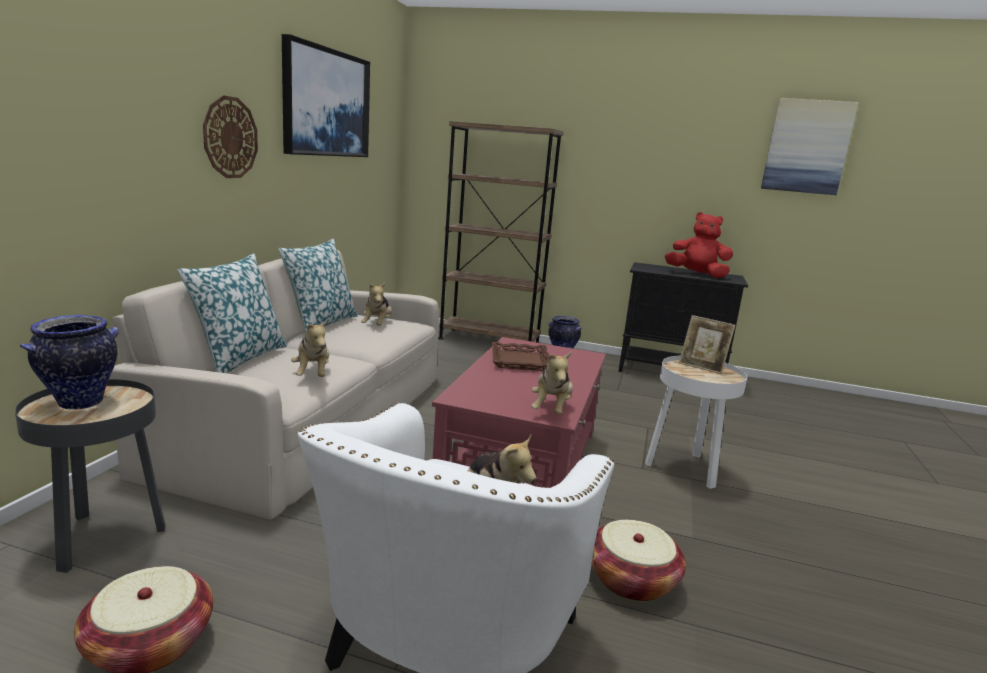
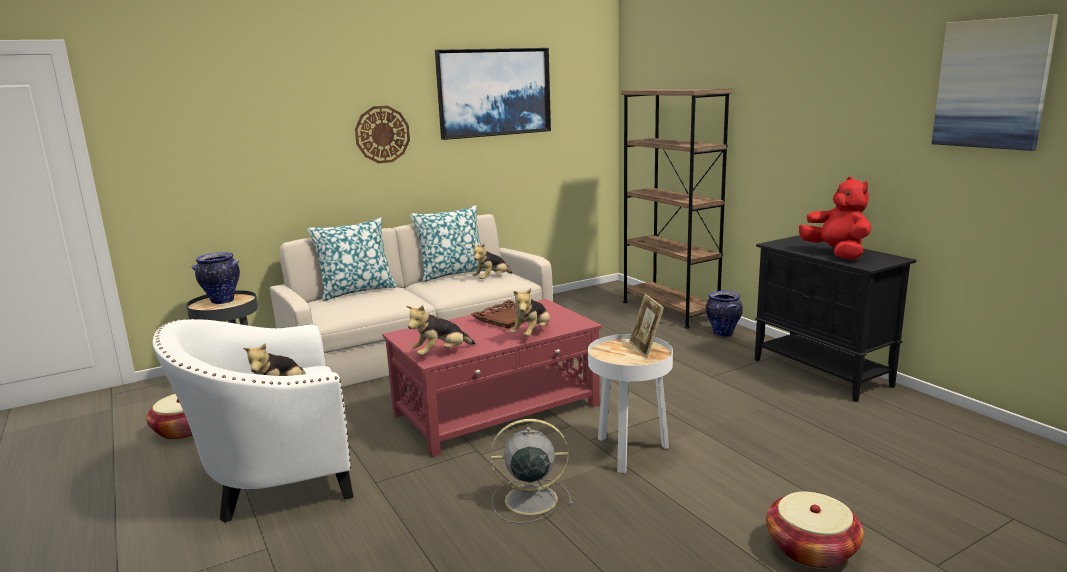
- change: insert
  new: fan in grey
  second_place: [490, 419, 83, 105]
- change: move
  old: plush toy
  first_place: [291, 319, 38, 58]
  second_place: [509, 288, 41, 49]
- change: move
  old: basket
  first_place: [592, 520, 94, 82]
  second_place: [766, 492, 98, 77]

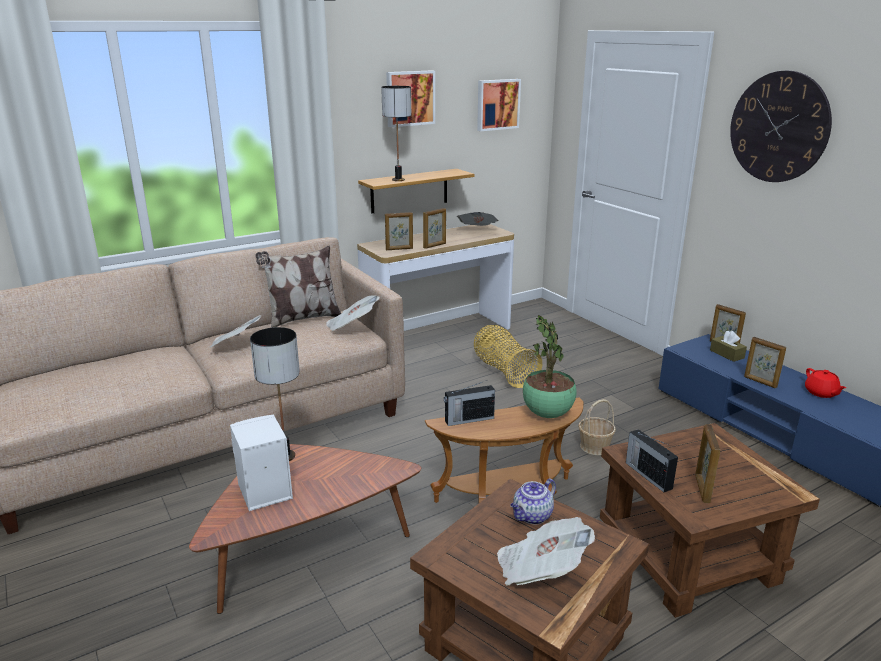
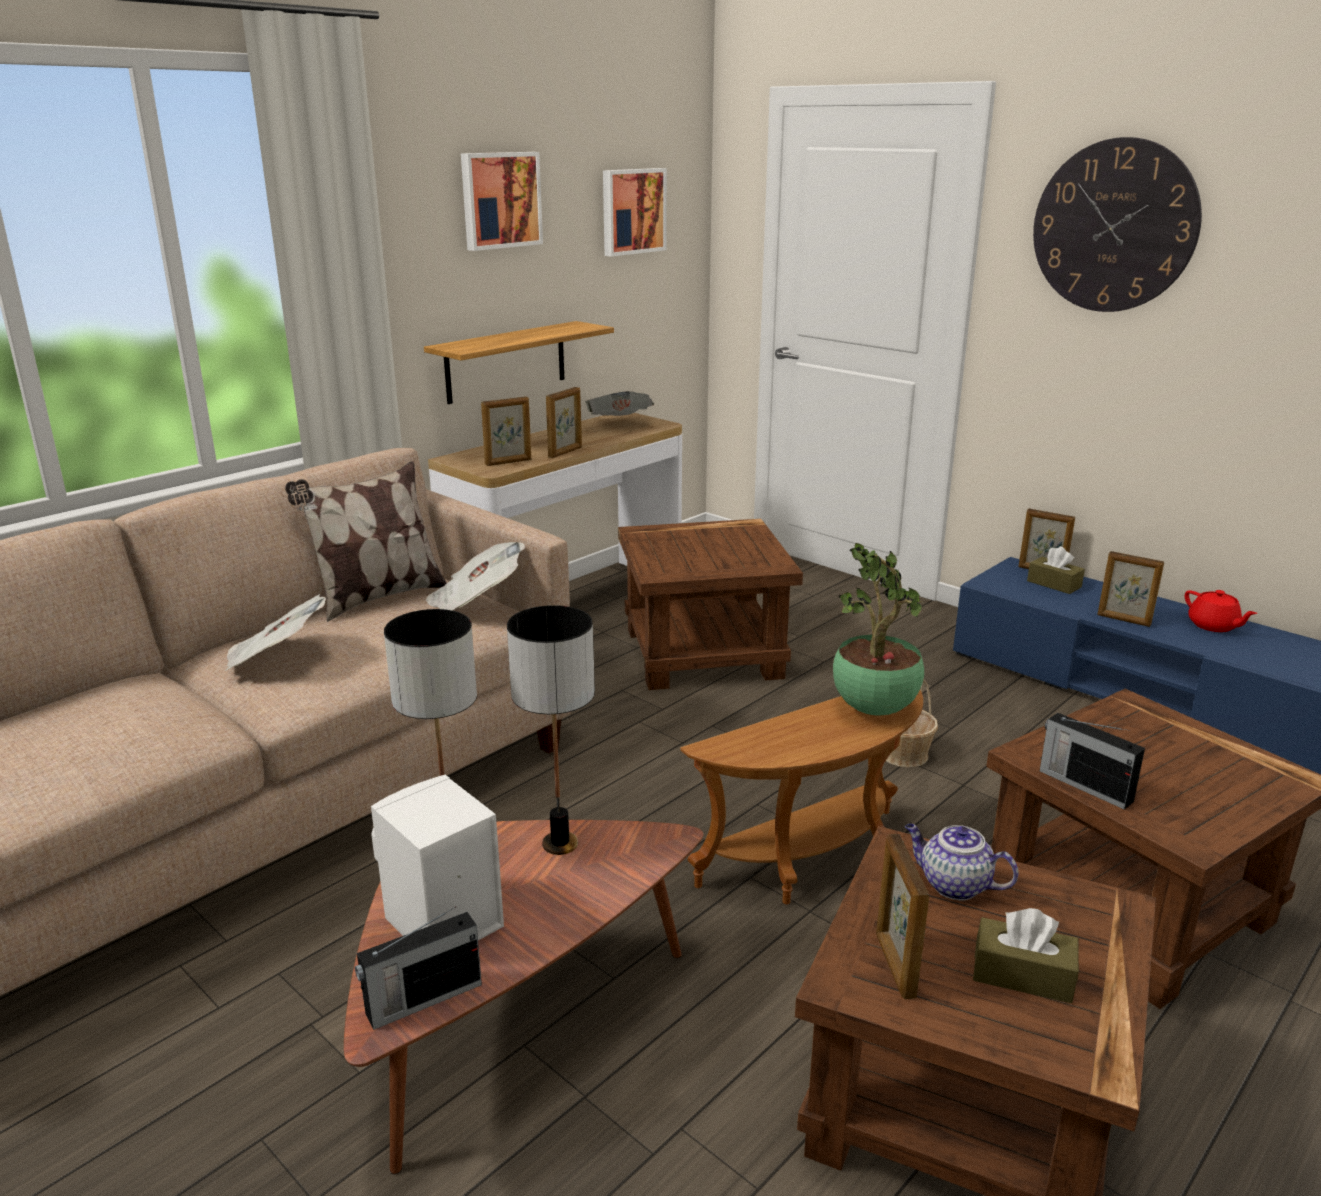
- change: move
  old: table lamp
  first_place: [381, 86, 30, 95]
  second_place: [507, 605, 88, 250]
- change: move
  old: radio
  first_place: [444, 380, 51, 46]
  second_place: [355, 906, 127, 124]
- change: move
  old: picture frame
  first_place: [695, 424, 25, 79]
  second_place: [876, 834, 53, 165]
- change: replace
  old: basket
  new: side table in brown
  first_place: [474, 325, 68, 63]
  second_place: [618, 519, 185, 171]
- change: replace
  old: newspaper
  new: tissue box in brown
  first_place: [497, 517, 98, 69]
  second_place: [973, 908, 106, 95]
- change: rotate
  old: teapot
  first_place: [511, 479, 45, 45]
  second_place: [905, 824, 114, 77]
  degrees: 90

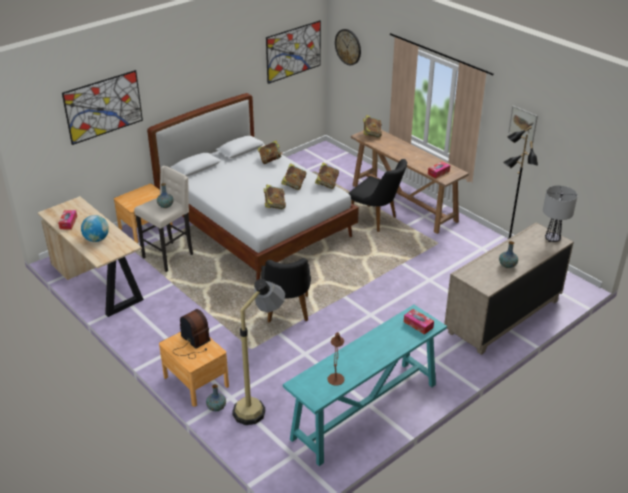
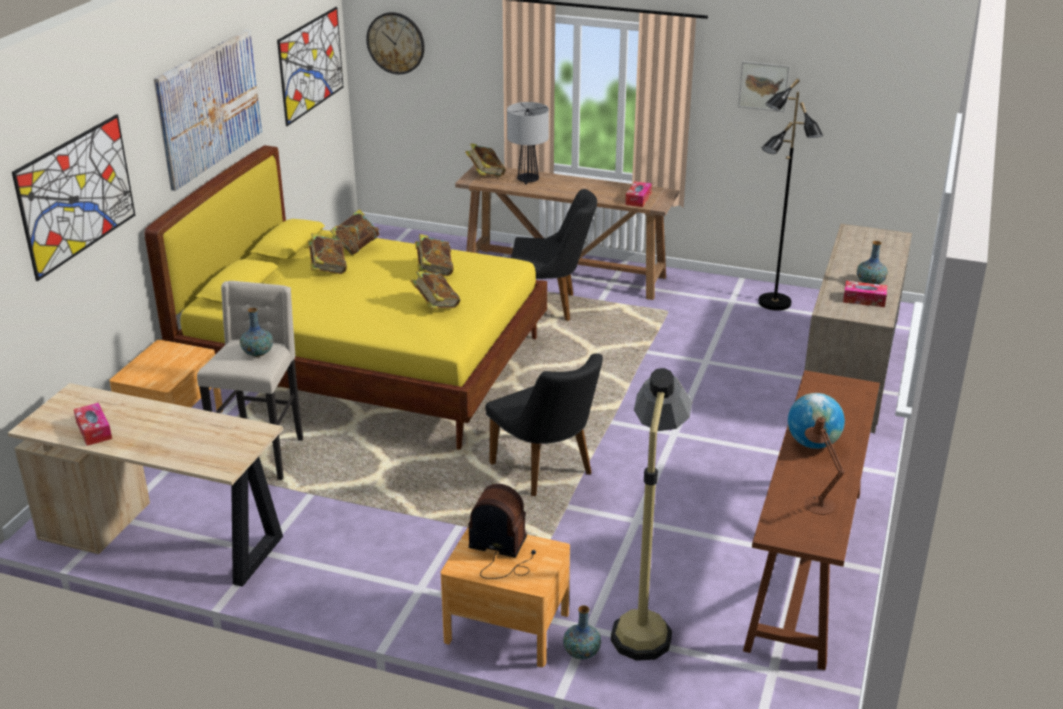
- change: insert
  new: picture
  second_place: [154, 30, 108, 161]
- change: move
  old: globe
  first_place: [81, 215, 28, 27]
  second_place: [788, 393, 57, 56]
- change: move
  old: book
  first_place: [315, 163, 24, 26]
  second_place: [307, 233, 40, 41]
- change: move
  old: tissue box
  first_place: [404, 309, 30, 26]
  second_place: [843, 281, 44, 26]
- change: move
  old: table lamp
  first_place: [543, 185, 35, 57]
  second_place: [507, 102, 42, 82]
- change: recolor
  old: bed in white
  new: bed in yellow
  first_place: [147, 93, 212, 188]
  second_place: [144, 145, 403, 305]
- change: recolor
  old: console table in turquoise
  new: console table in brown
  first_place: [283, 305, 164, 161]
  second_place: [743, 370, 137, 300]

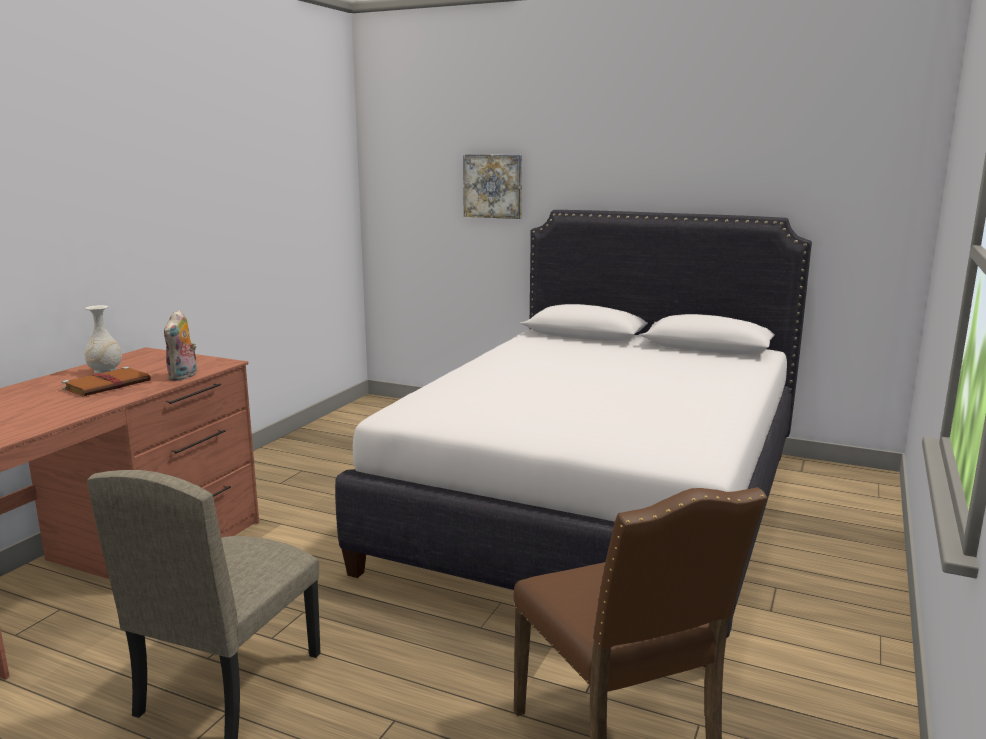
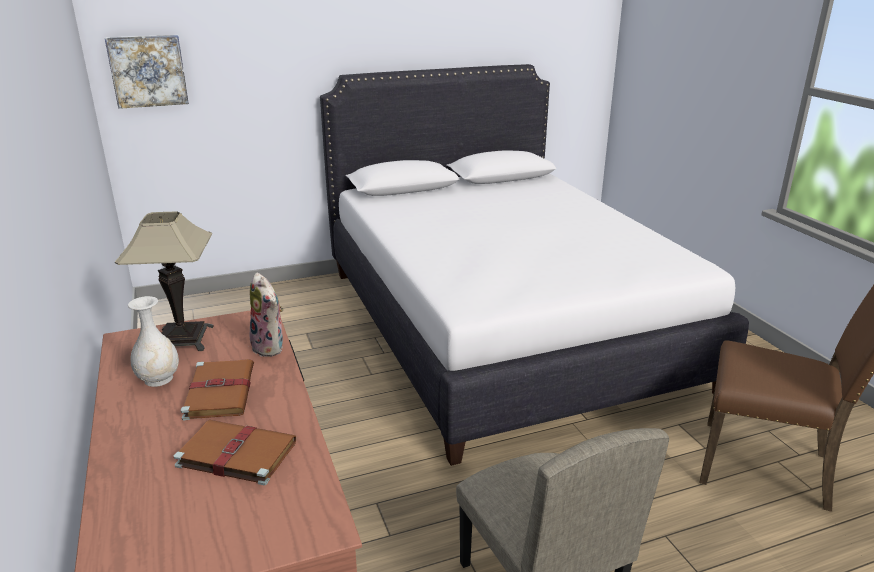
- change: insert
  new: table lamp
  second_place: [115, 211, 99, 140]
- change: insert
  new: book in brown
  second_place: [174, 420, 122, 66]
- change: move
  old: picture
  first_place: [463, 154, 59, 65]
  second_place: [105, 35, 84, 74]

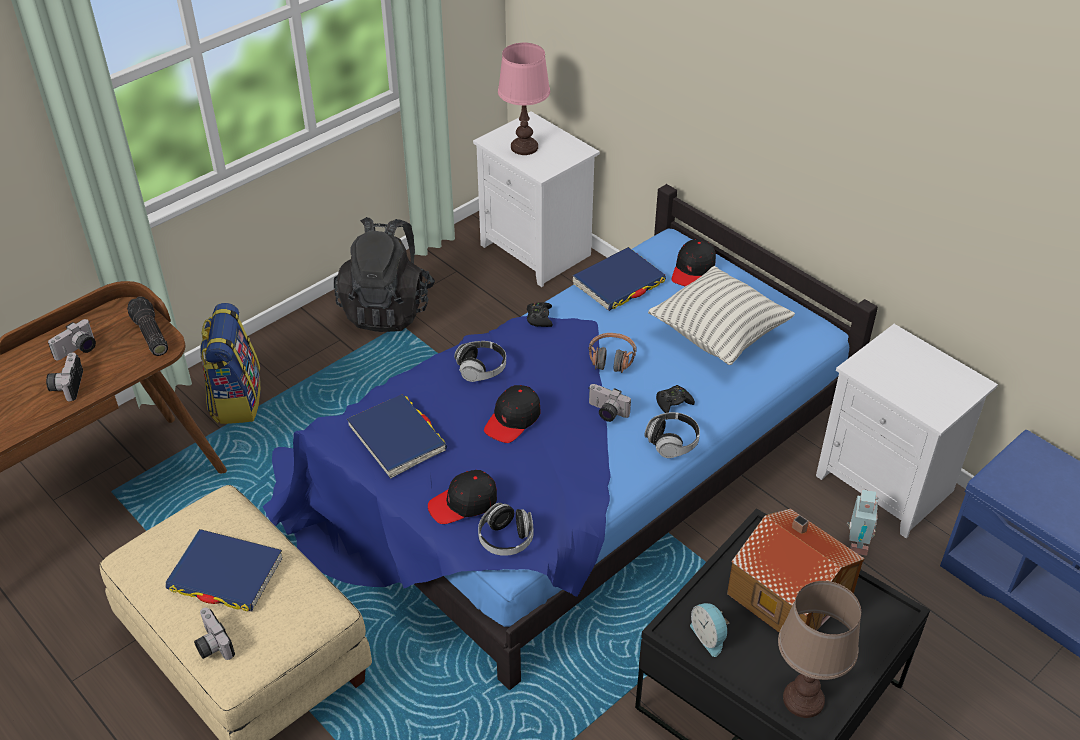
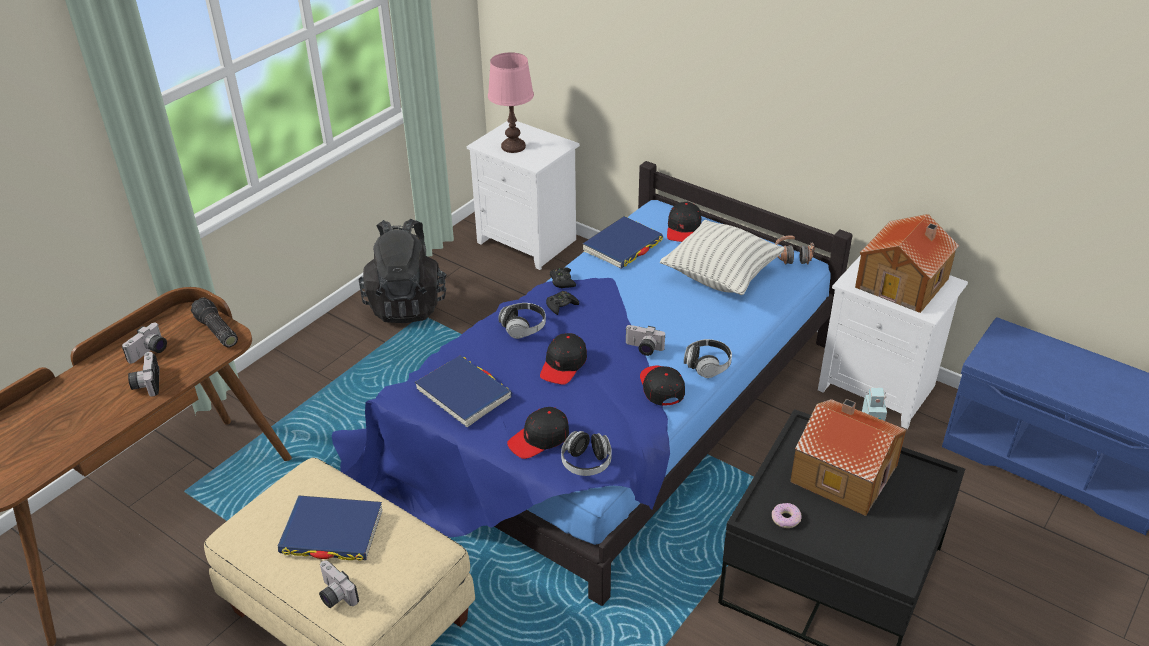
- change: delete
  old: backpack
  first_place: [200, 303, 61, 121]
- change: delete
  old: table lamp in brown
  first_place: [778, 581, 83, 137]
- change: insert
  new: cap in black
  second_place: [640, 366, 45, 40]
- change: insert
  new: toy house
  second_place: [855, 214, 104, 99]
- change: move
  old: headphones
  first_place: [589, 333, 48, 40]
  second_place: [775, 235, 40, 30]
- change: move
  old: game controller in black
  first_place: [656, 385, 39, 28]
  second_place: [546, 291, 33, 24]
- change: replace
  old: alarm clock
  new: donut
  first_place: [690, 603, 39, 54]
  second_place: [772, 503, 30, 25]

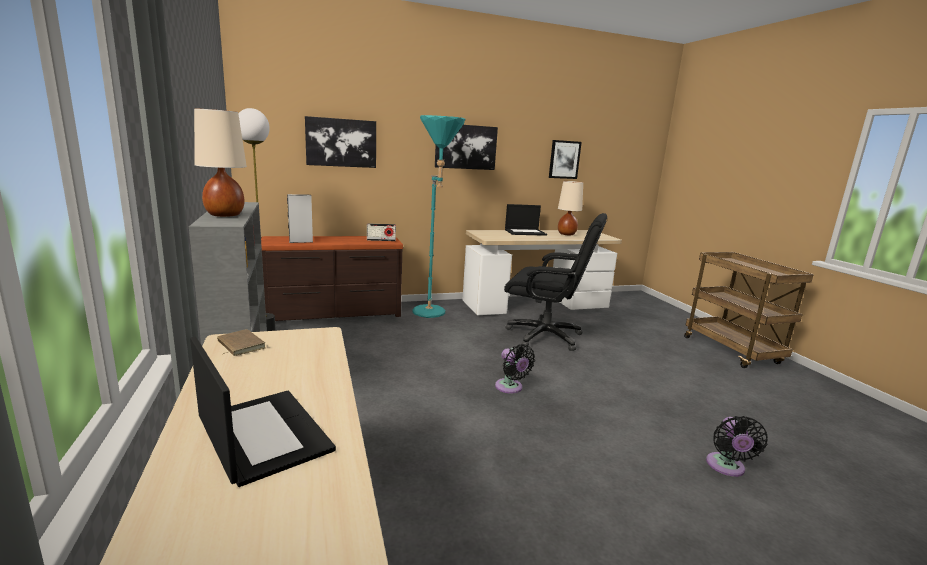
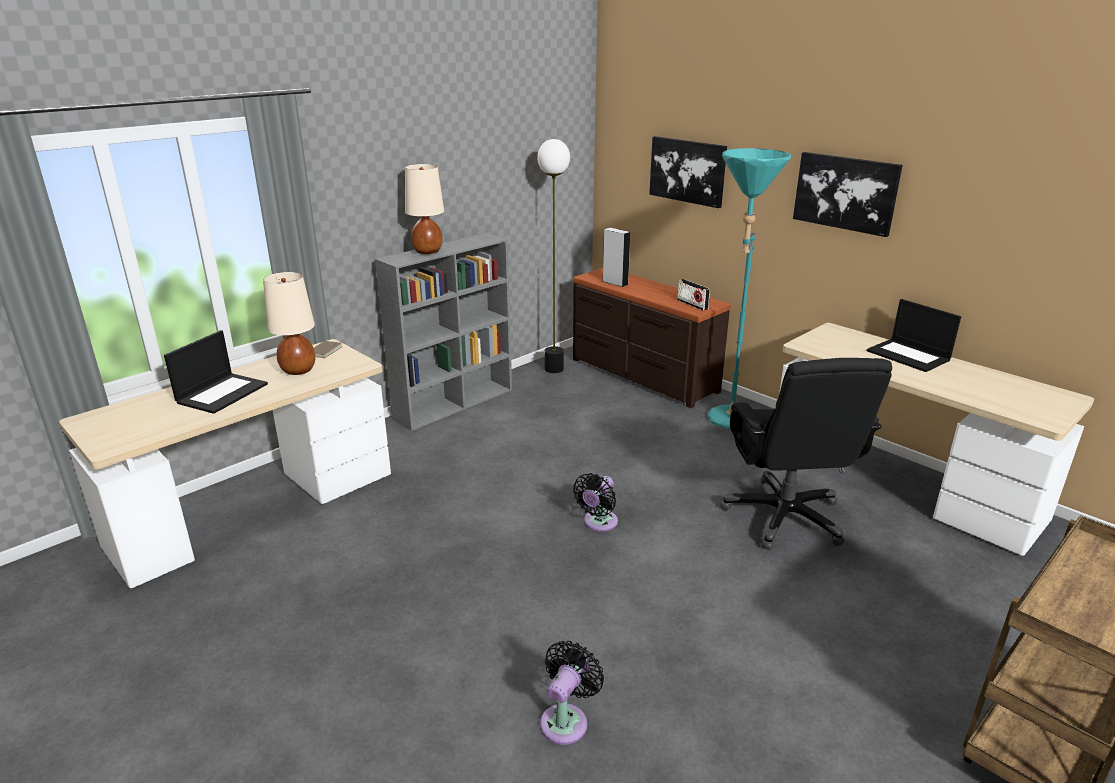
- change: delete
  old: picture
  first_place: [549, 140, 33, 39]
- change: move
  old: table lamp in beige
  first_place: [558, 181, 25, 54]
  second_place: [263, 272, 53, 103]
- change: rotate
  old: fan in black
  first_place: [706, 416, 62, 61]
  second_place: [540, 641, 64, 104]
  degrees: 135

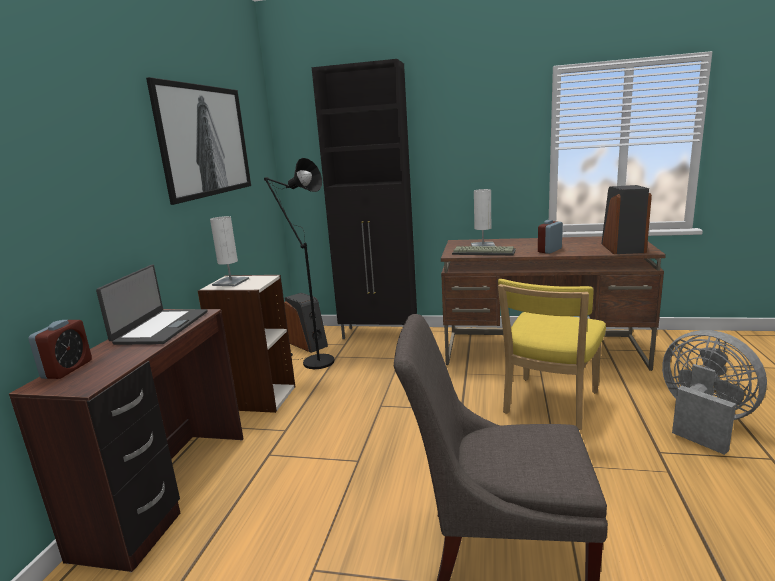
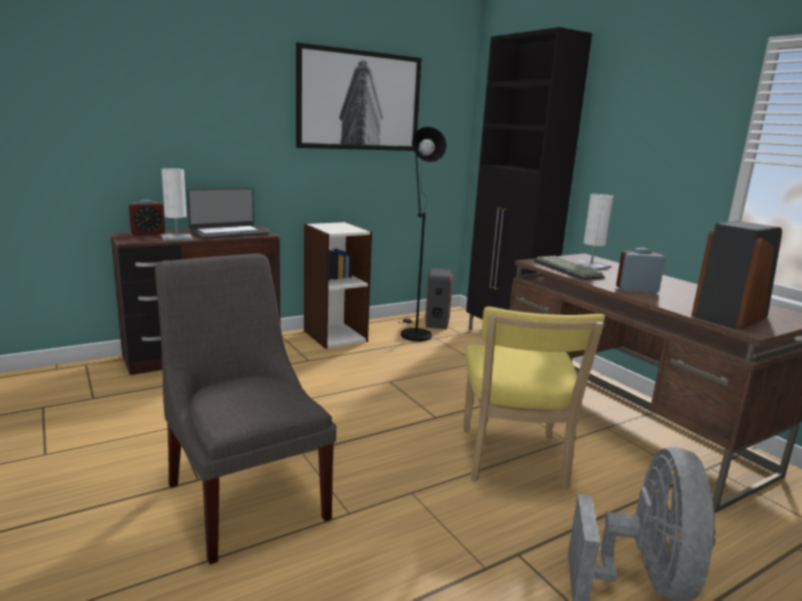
- change: move
  old: table lamp in white
  first_place: [210, 216, 39, 70]
  second_place: [161, 168, 32, 73]
- change: rotate
  old: chair in yellow
  first_place: [498, 279, 108, 151]
  second_place: [463, 307, 142, 181]
  degrees: -75

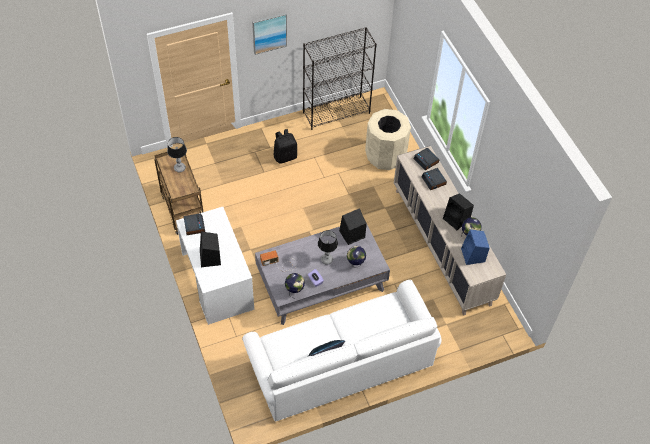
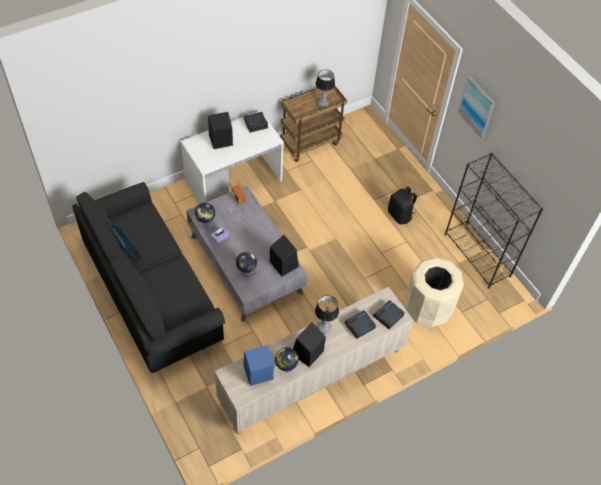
- change: move
  old: table lamp
  first_place: [318, 230, 20, 35]
  second_place: [315, 295, 24, 39]
- change: recolor
  old: sofa in white
  new: sofa in black
  first_place: [242, 280, 200, 141]
  second_place: [72, 182, 153, 191]

